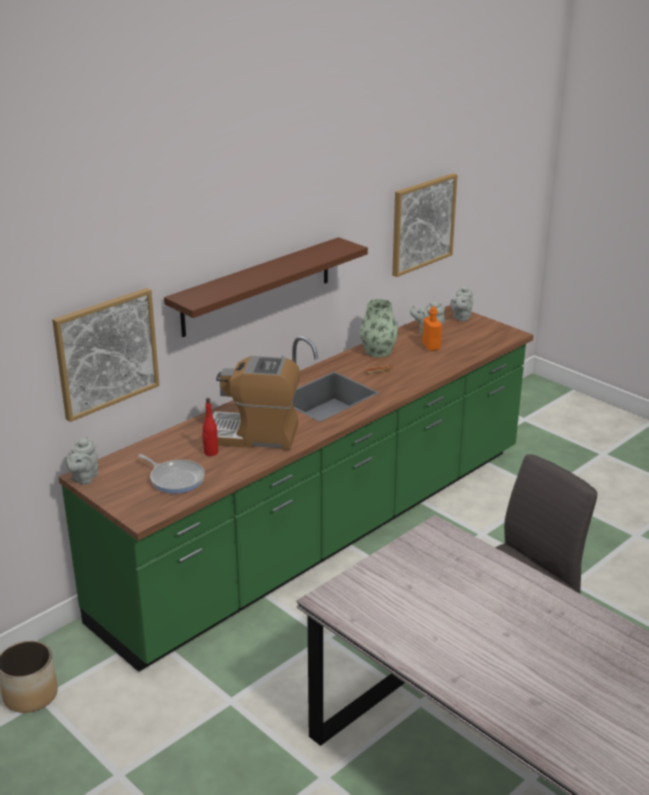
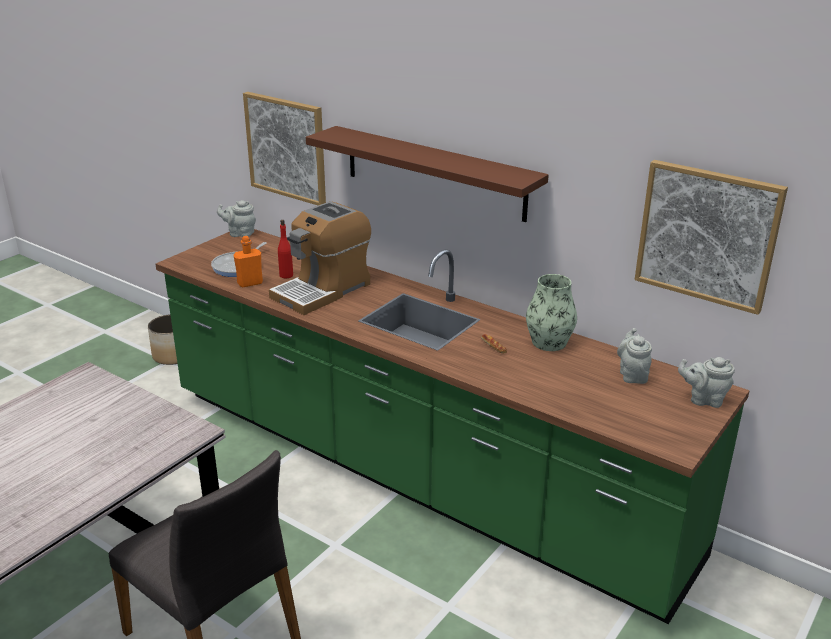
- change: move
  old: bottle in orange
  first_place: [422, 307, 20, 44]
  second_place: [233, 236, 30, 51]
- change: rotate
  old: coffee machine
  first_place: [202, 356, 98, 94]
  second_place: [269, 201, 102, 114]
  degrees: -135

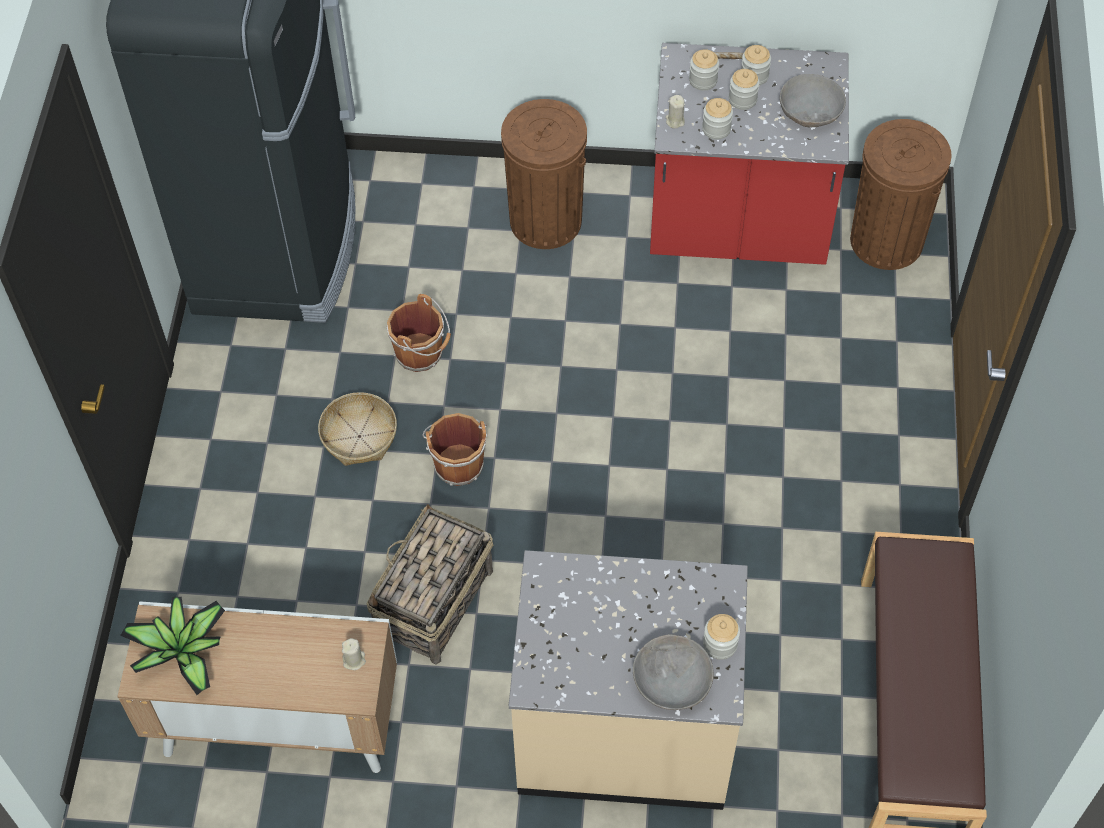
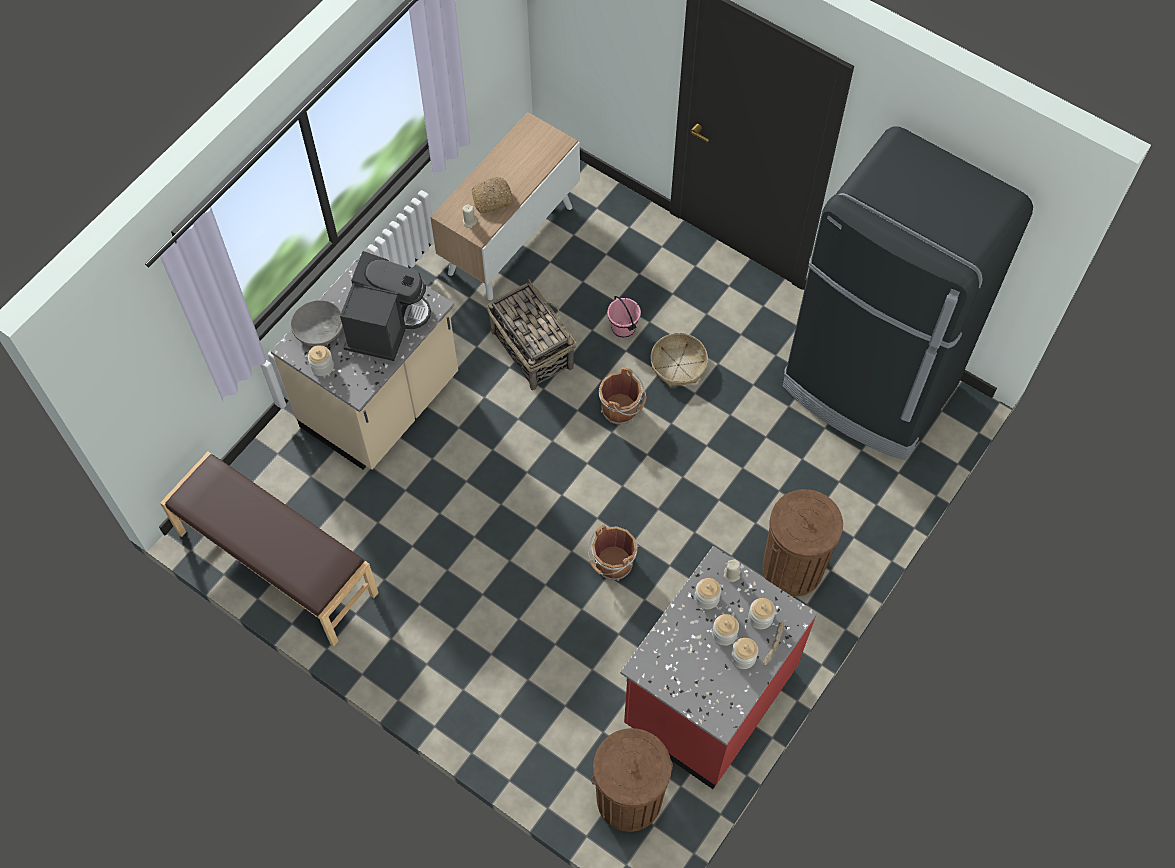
- change: delete
  old: potted plant
  first_place: [120, 597, 105, 98]
- change: delete
  old: bowl in grey
  first_place: [780, 74, 66, 53]
- change: insert
  new: coffee machine
  second_place: [340, 251, 91, 110]
- change: insert
  new: bread
  second_place: [472, 177, 41, 37]
- change: insert
  new: bucket in pink
  second_place: [607, 296, 34, 43]
- change: move
  old: bucket in brown
  first_place: [387, 294, 64, 78]
  second_place: [588, 525, 51, 56]

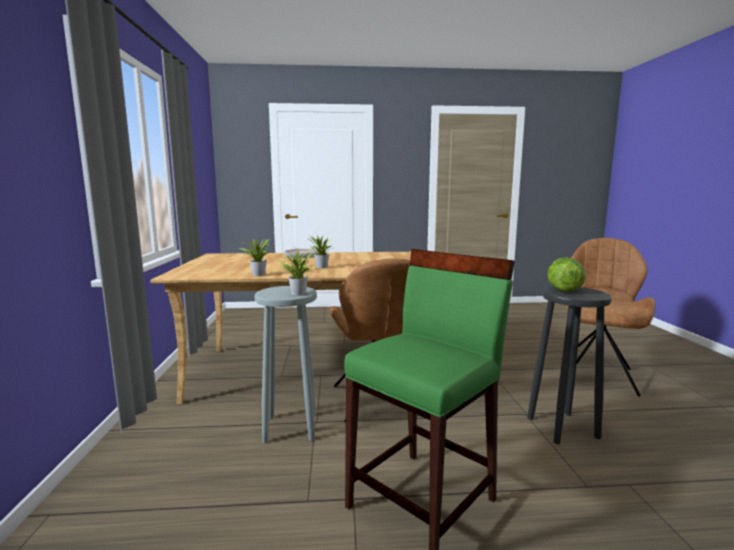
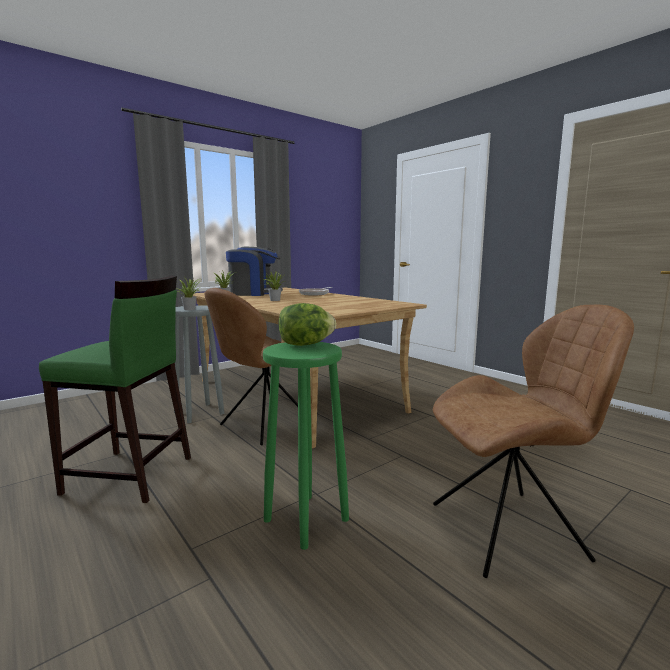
- change: insert
  new: coffee machine
  second_place: [226, 247, 57, 49]
- change: recolor
  old: stool in black
  new: stool in green
  first_place: [527, 287, 84, 157]
  second_place: [263, 342, 86, 208]

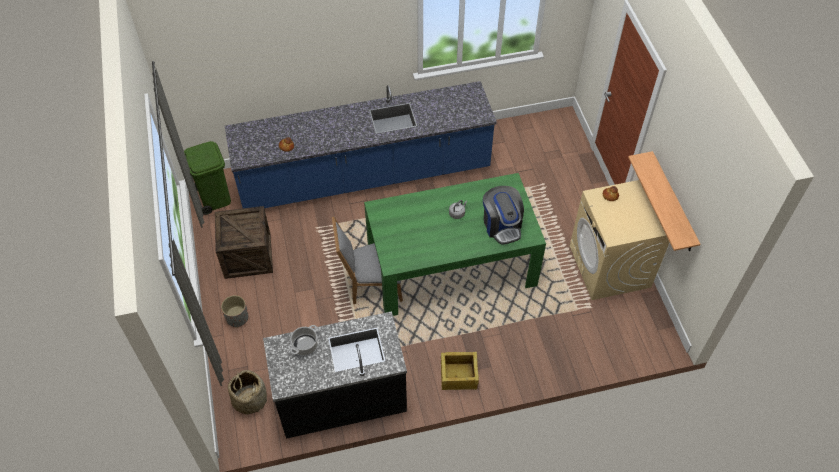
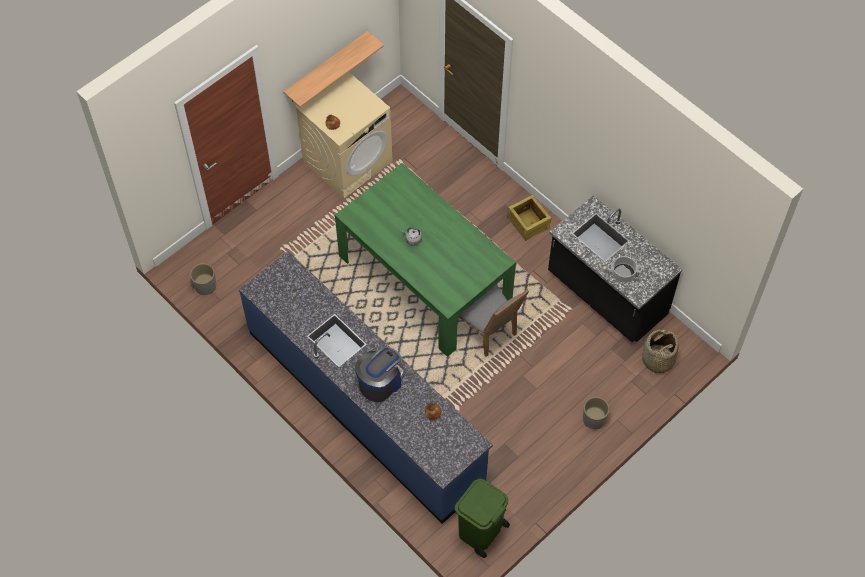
- change: delete
  old: crate
  first_place: [215, 206, 58, 73]
- change: insert
  new: planter in grey
  second_place: [190, 263, 26, 32]
- change: move
  old: coffee machine
  first_place: [483, 186, 41, 59]
  second_place: [355, 347, 50, 55]

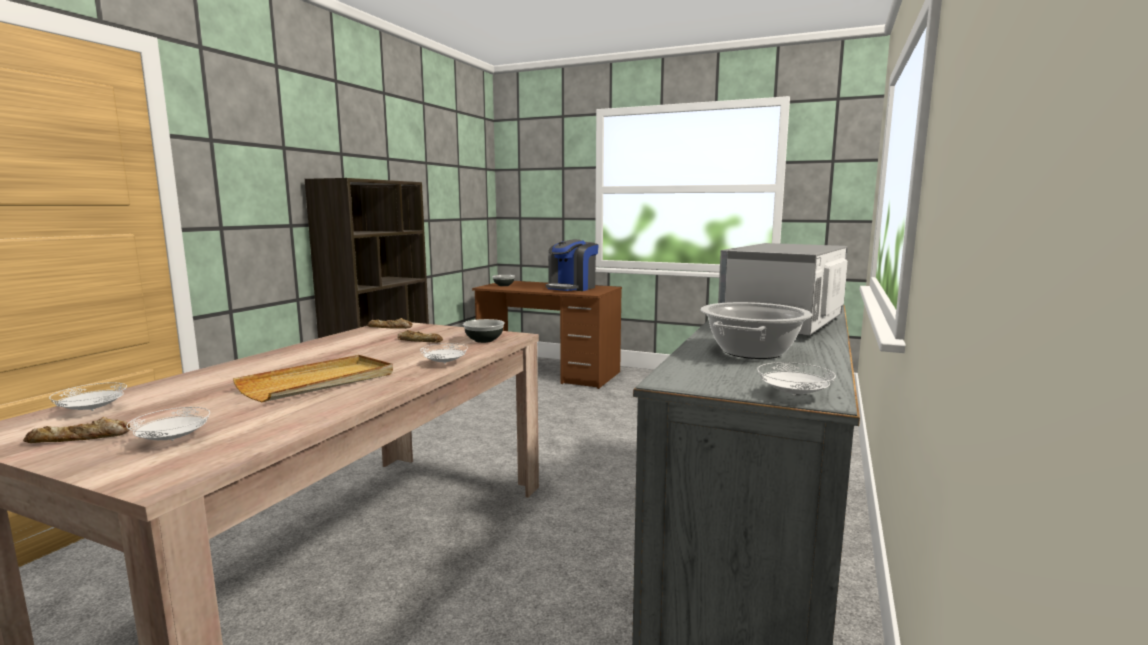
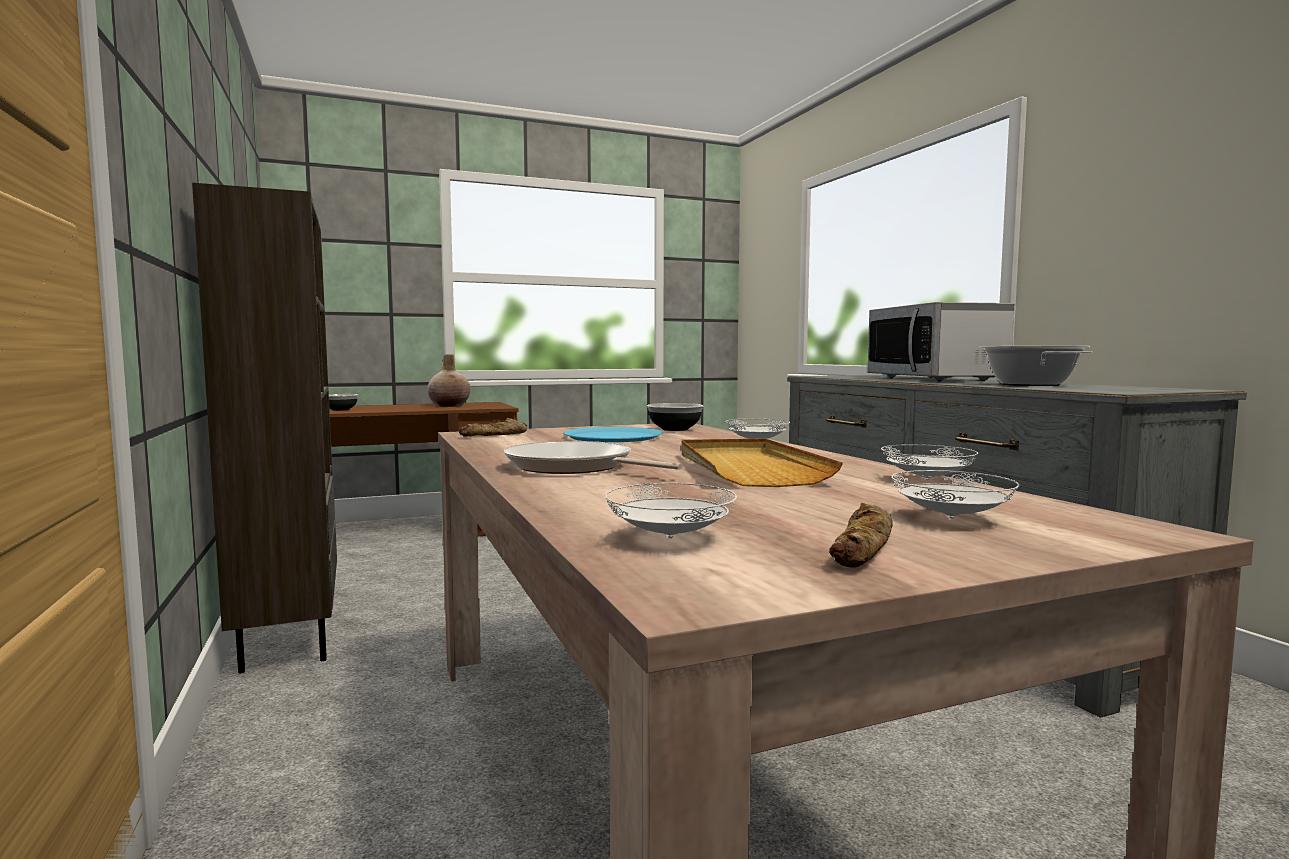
- change: insert
  new: frying pan
  second_place: [504, 441, 178, 33]
- change: move
  old: plate in white
  first_place: [757, 362, 79, 34]
  second_place: [881, 444, 97, 36]
- change: replace
  old: bread
  new: plate in blue
  first_place: [397, 330, 46, 13]
  second_place: [563, 427, 100, 15]
- change: replace
  old: coffee machine
  new: vase in beige
  first_place: [546, 239, 53, 52]
  second_place: [427, 354, 43, 53]

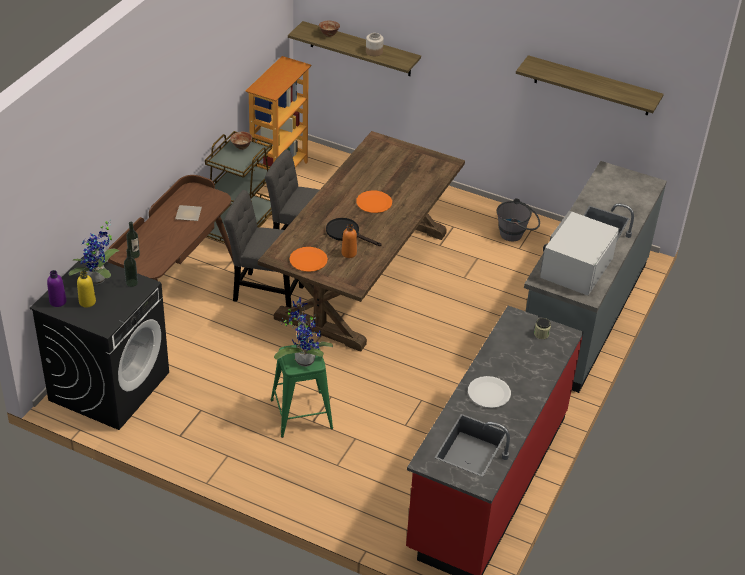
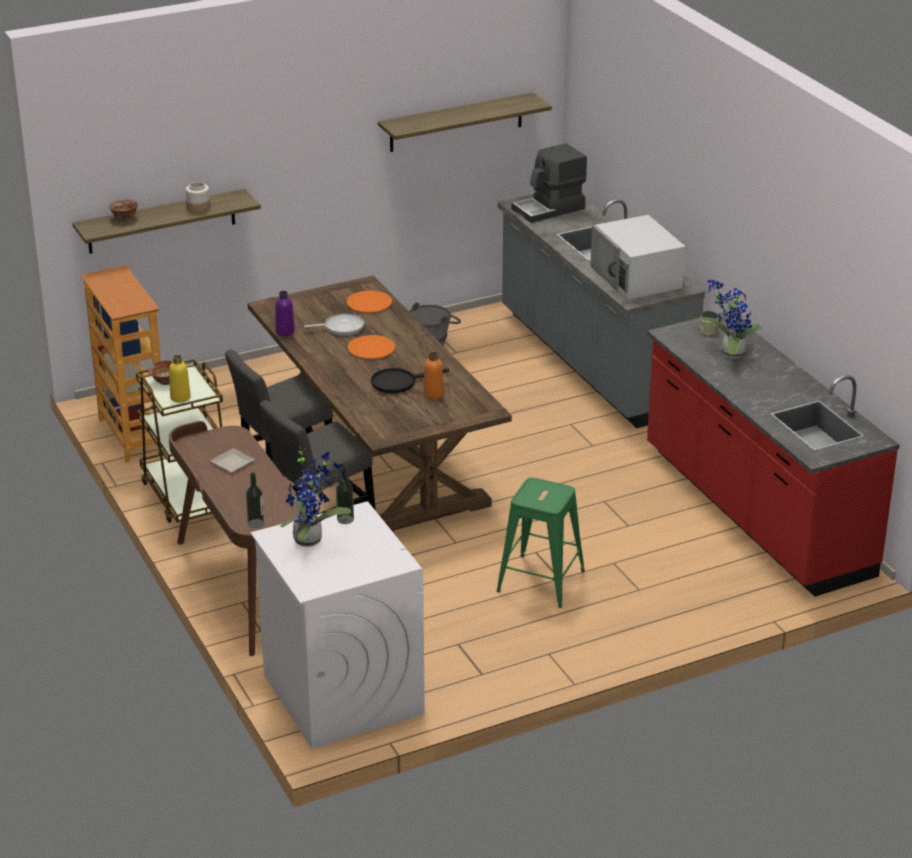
- change: delete
  old: plate in white
  first_place: [468, 376, 43, 32]
- change: insert
  new: frying pan
  second_place: [304, 314, 60, 22]
- change: insert
  new: coffee machine
  second_place: [511, 143, 76, 80]
- change: move
  old: bottle in purple
  first_place: [47, 270, 19, 37]
  second_place: [275, 291, 20, 45]
- change: move
  old: bottle in yellow
  first_place: [77, 271, 19, 36]
  second_place: [169, 355, 22, 47]
- change: move
  old: potted plant
  first_place: [274, 297, 59, 70]
  second_place: [700, 280, 62, 78]
- change: move
  old: plate in orange
  first_place: [289, 247, 39, 25]
  second_place: [347, 291, 45, 21]
- change: recolor
  old: washing machine in black
  new: washing machine in white
  first_place: [30, 254, 139, 176]
  second_place: [251, 502, 174, 247]

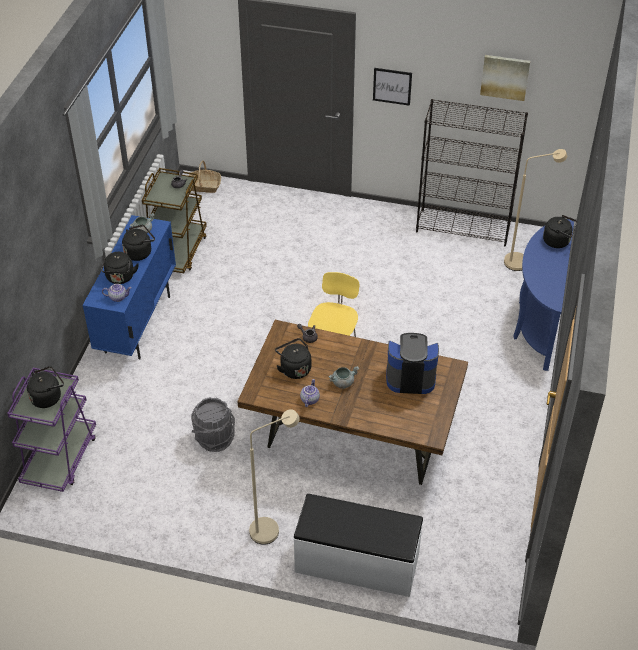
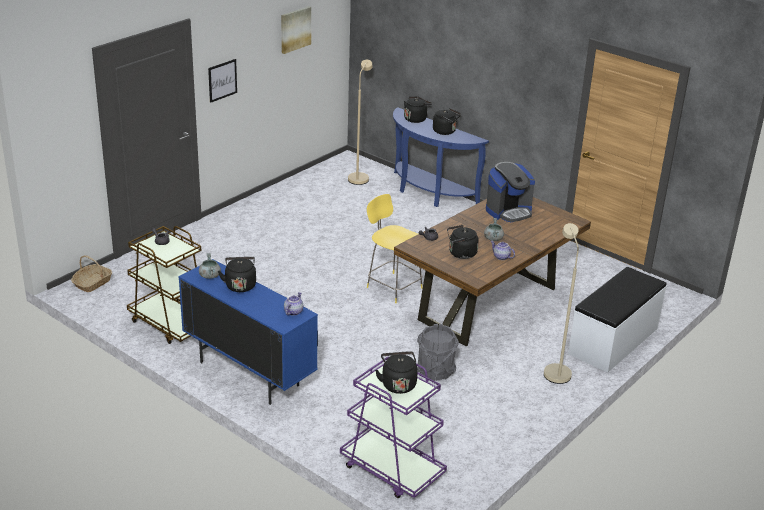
- change: delete
  old: bookcase in black
  first_place: [416, 99, 112, 148]
- change: move
  old: kettle in black
  first_place: [101, 252, 38, 32]
  second_place: [433, 108, 28, 27]
- change: rotate
  old: coffee machine
  first_place: [386, 333, 53, 61]
  second_place: [486, 162, 49, 60]
  degrees: -150

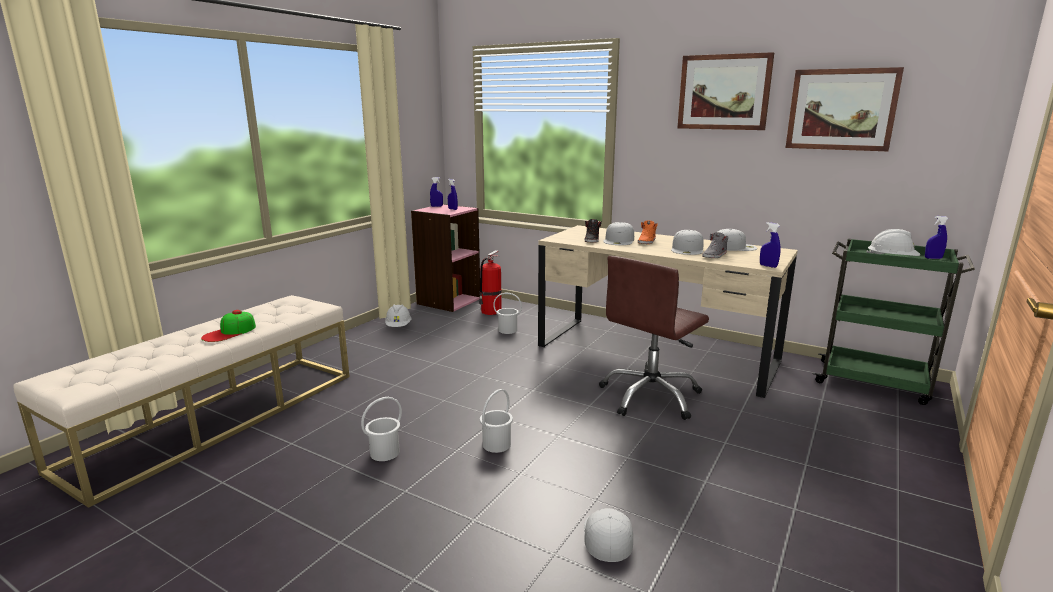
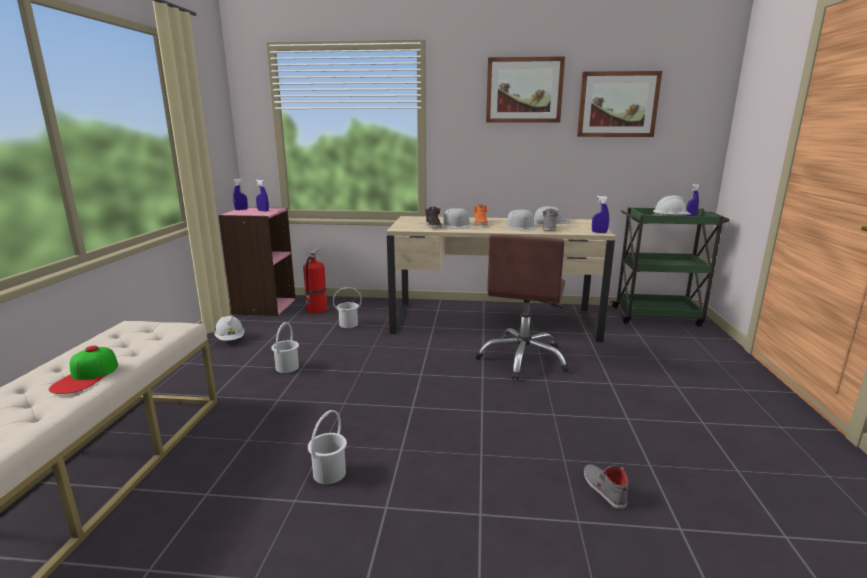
- change: move
  old: bucket in white
  first_place: [480, 389, 33, 64]
  second_place: [271, 322, 28, 51]
- change: replace
  old: cap in white
  new: shoe in grey
  first_place: [584, 508, 49, 54]
  second_place: [584, 464, 45, 45]

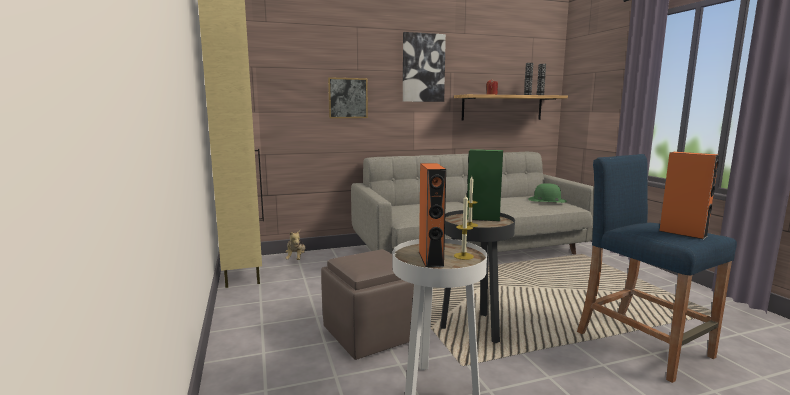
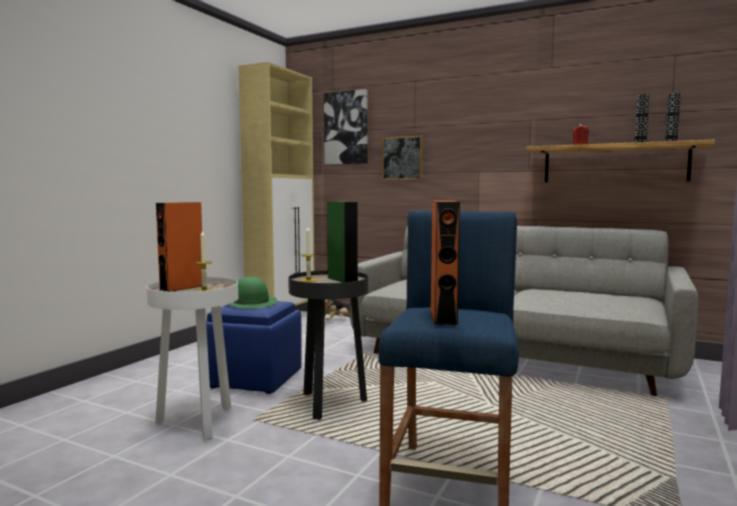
- change: move
  old: picture
  first_place: [403, 32, 43, 70]
  second_place: [324, 89, 44, 76]
- change: move
  old: hat in green
  first_place: [528, 183, 39, 20]
  second_place: [228, 277, 49, 32]
- change: recolor
  old: ottoman in brown
  new: ottoman in blue
  first_place: [321, 249, 93, 111]
  second_place: [206, 301, 96, 93]

